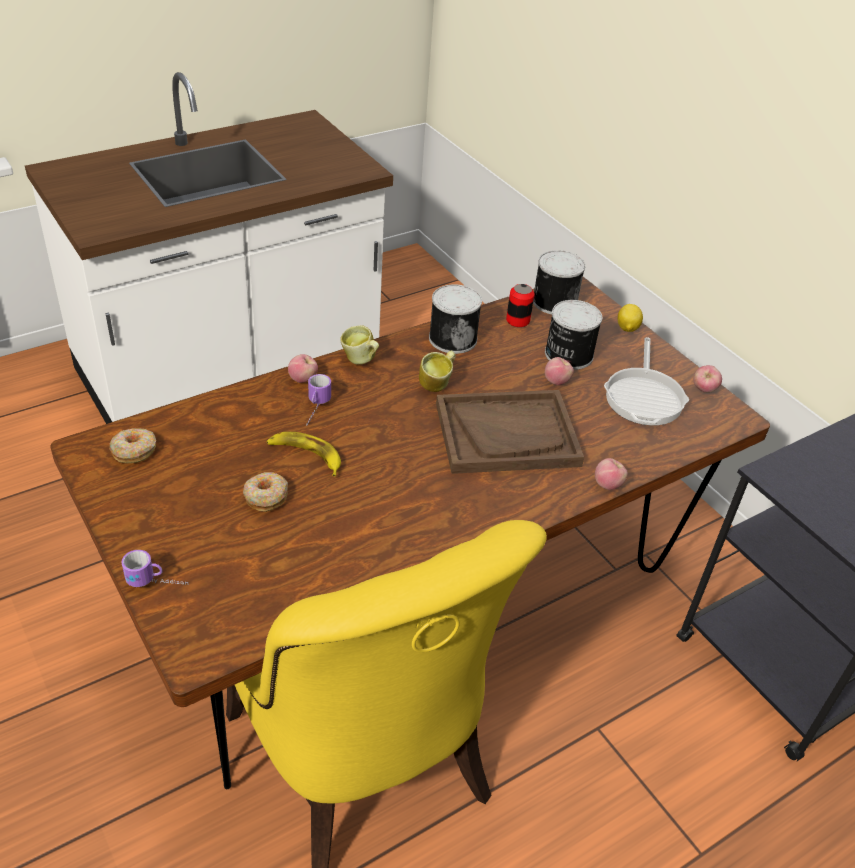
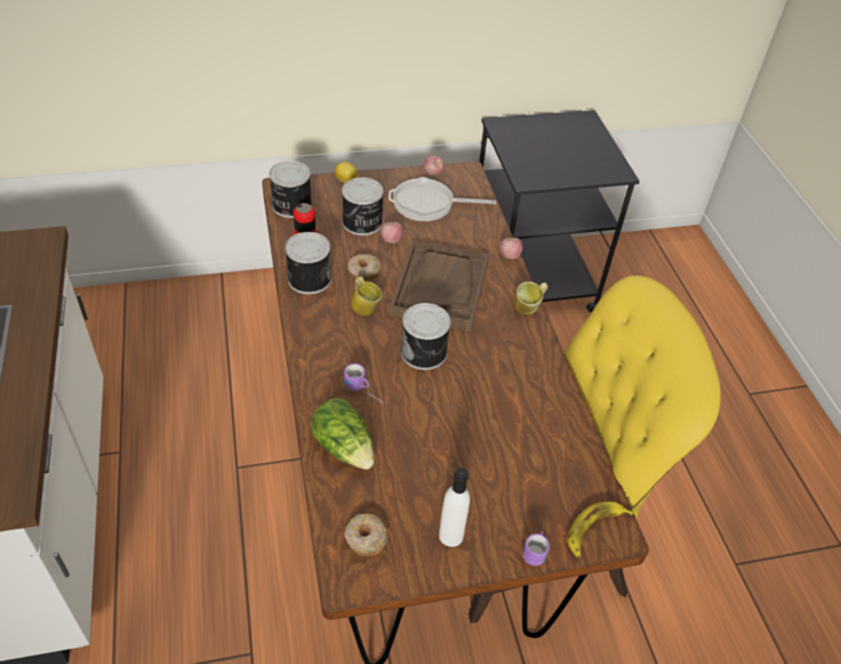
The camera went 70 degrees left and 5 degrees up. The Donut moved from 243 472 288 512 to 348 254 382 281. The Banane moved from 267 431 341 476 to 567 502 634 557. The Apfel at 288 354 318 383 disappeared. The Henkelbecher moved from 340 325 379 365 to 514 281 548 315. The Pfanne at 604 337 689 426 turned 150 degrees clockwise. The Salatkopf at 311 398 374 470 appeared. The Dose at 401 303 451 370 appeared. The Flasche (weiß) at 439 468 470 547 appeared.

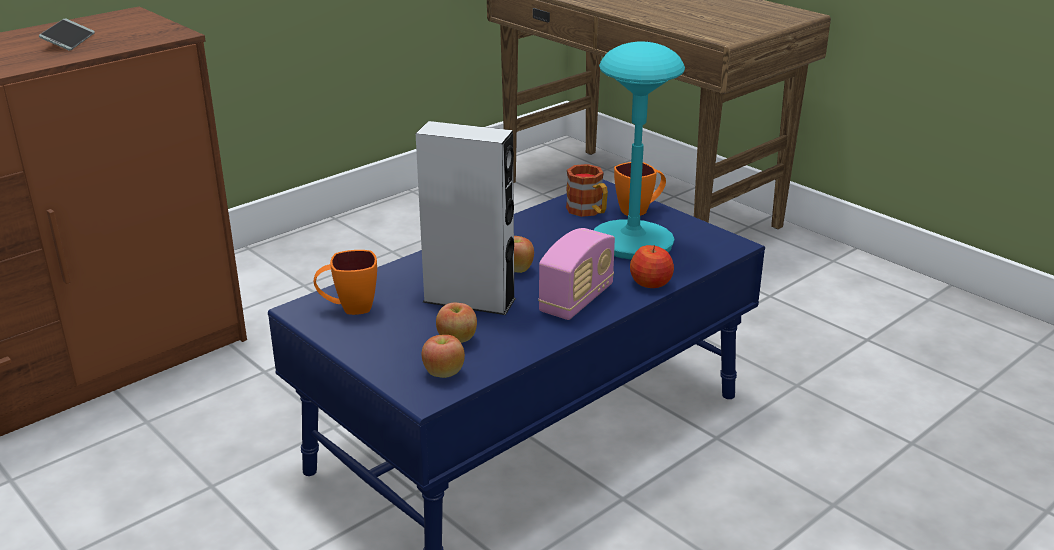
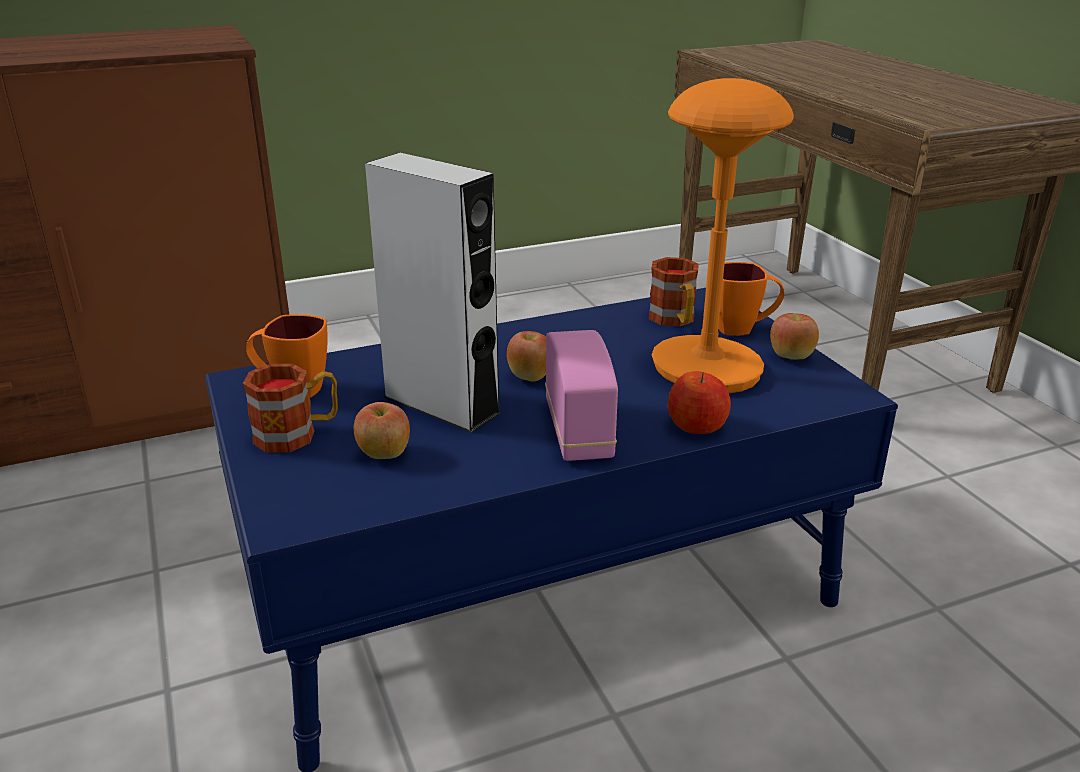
The camera went 20 degrees right and 0 degrees up. The Handy at 39 18 95 51 disappeared. The Apfel moved from 422 335 465 378 to 770 313 819 360. The Radio at 538 228 615 320 turned 60 degrees counterclockwise. The Tischlampe (türkis) at 594 42 685 260 became the Tischlampe (orange) at 652 78 794 393. The Henkelbecher at 243 364 338 453 appeared.

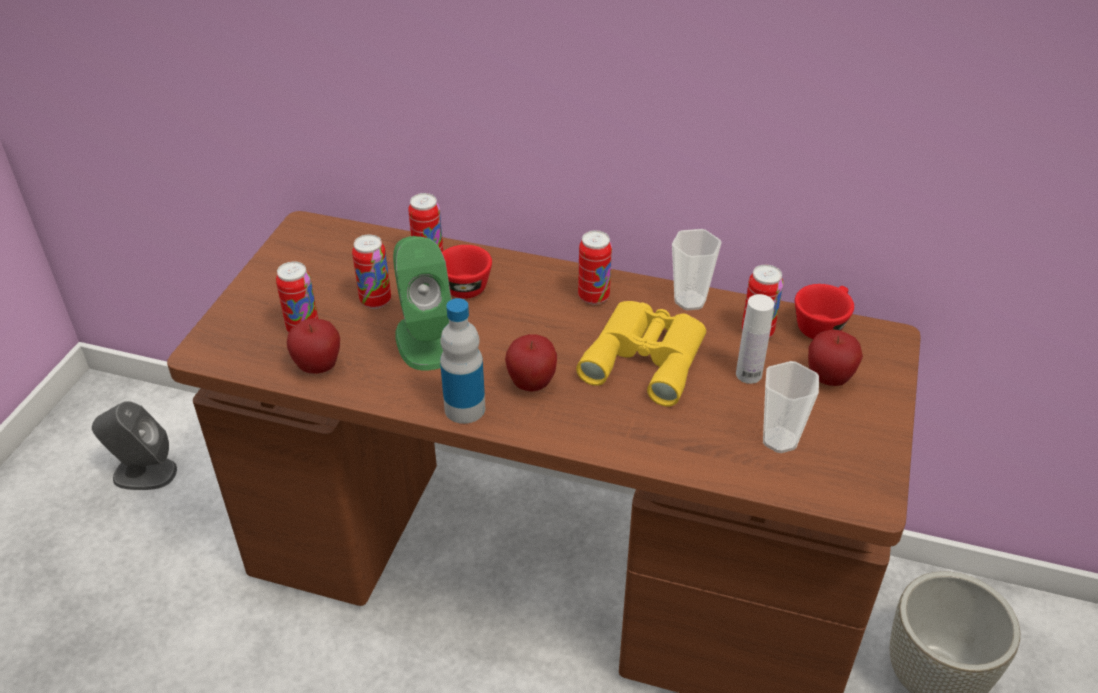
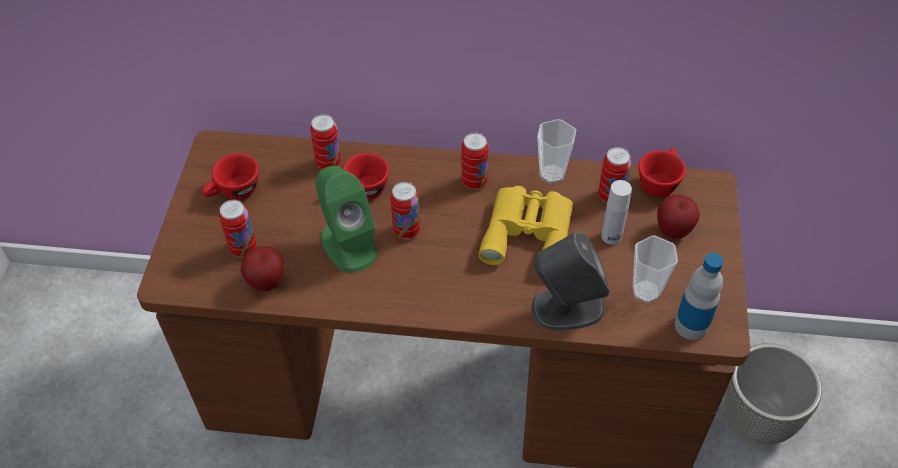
The camera went 10 degrees left and 10 degrees up. The Lautsprecher (grau) moved from 92 401 177 490 to 532 232 610 331. The Dose moved from 352 234 391 309 to 390 182 420 239. The Flasche moved from 440 298 485 424 to 675 253 723 340. The Apfel at 505 334 557 392 disappeared. The Tasse (rot) at 202 153 259 200 appeared.

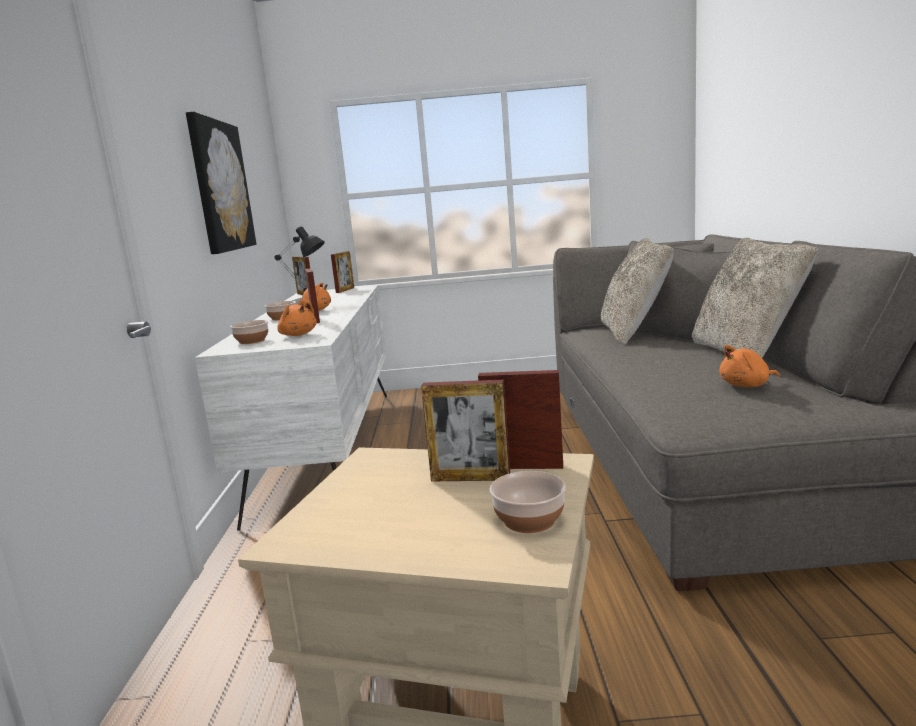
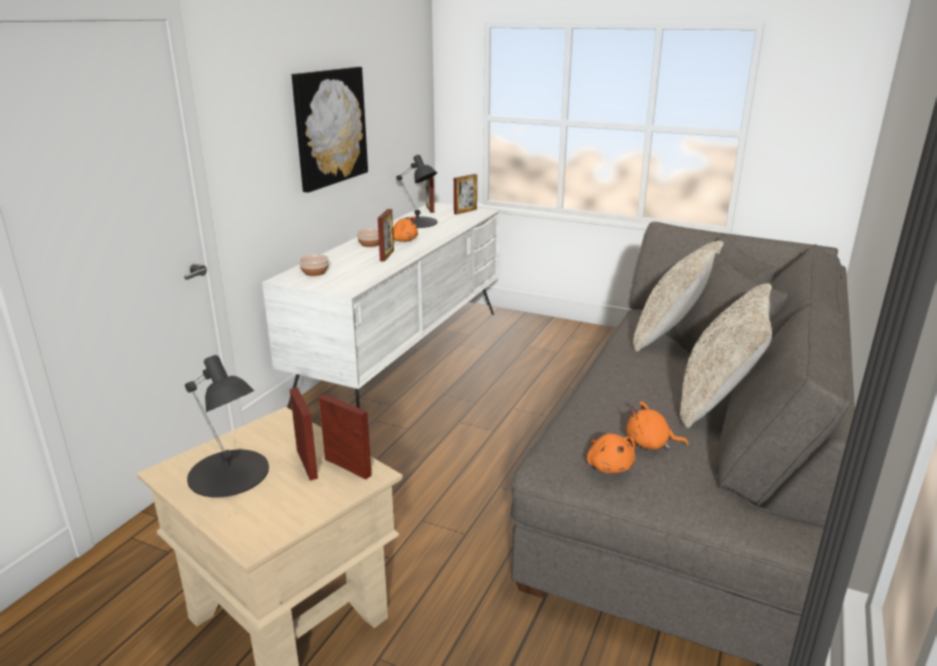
The camera went 25 degrees right and 10 degrees up. The Plüschtier (orange) moved from 277 302 317 336 to 587 434 635 473. The Bilderrahmen at 421 379 510 481 turned 150 degrees counterclockwise. The Schüssel at 490 471 566 533 disappeared. The Tischlampe (schwarz) at 185 355 269 497 appeared.

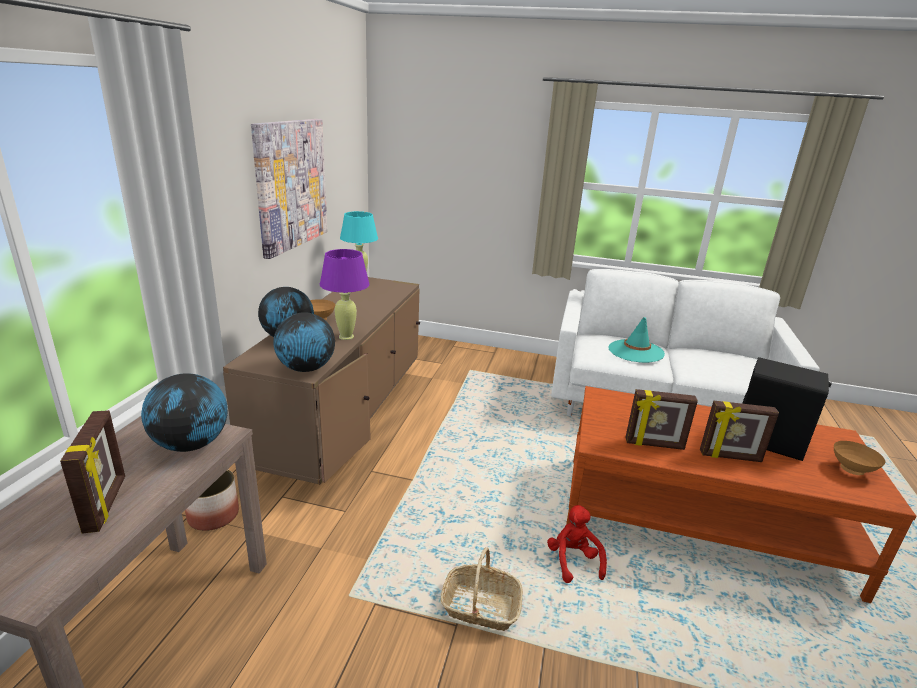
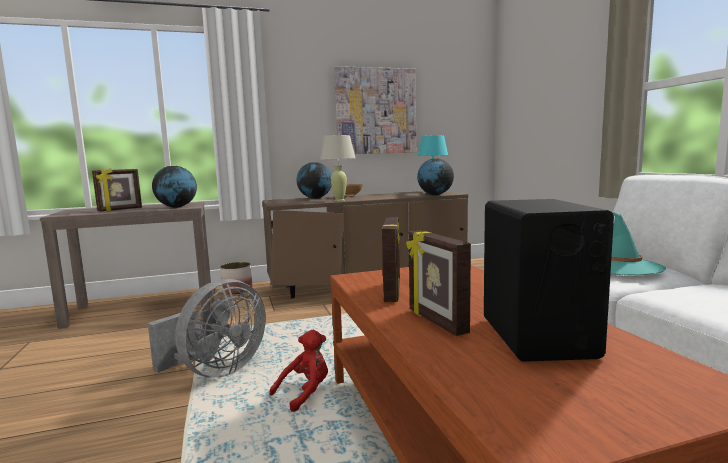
The camera went 60 degrees right and 15 degrees down. The Globus moved from 273 312 335 372 to 417 159 454 195. The Tischlampe (lila) at 320 249 370 340 became the Tischlampe (beige) at 320 135 355 201. The Korb at 441 547 523 631 was replaced by the Ventilator (grau) at 148 279 266 378. The Bilderrahmen at 625 389 698 450 turned 150 degrees counterclockwise. The Schüssel (braun) at 834 441 885 475 disappeared.

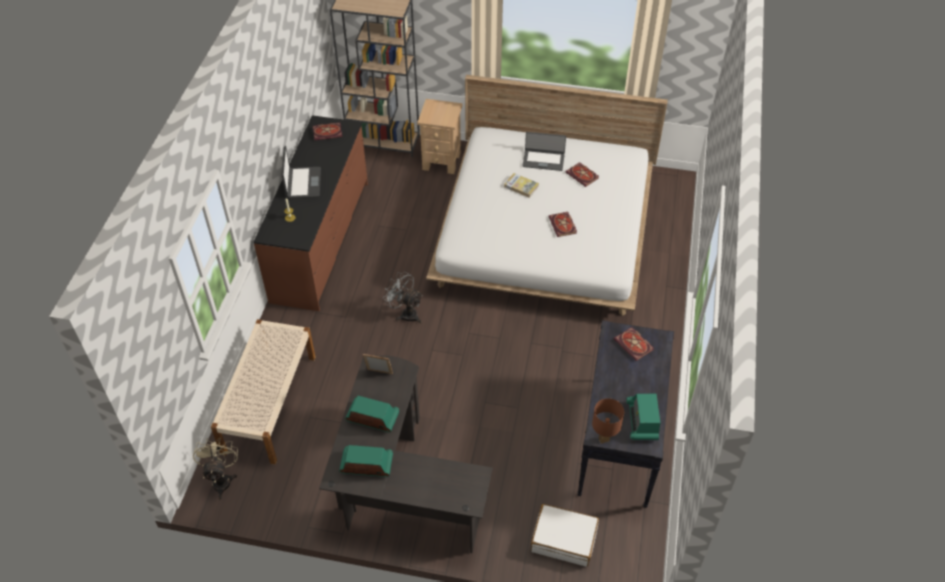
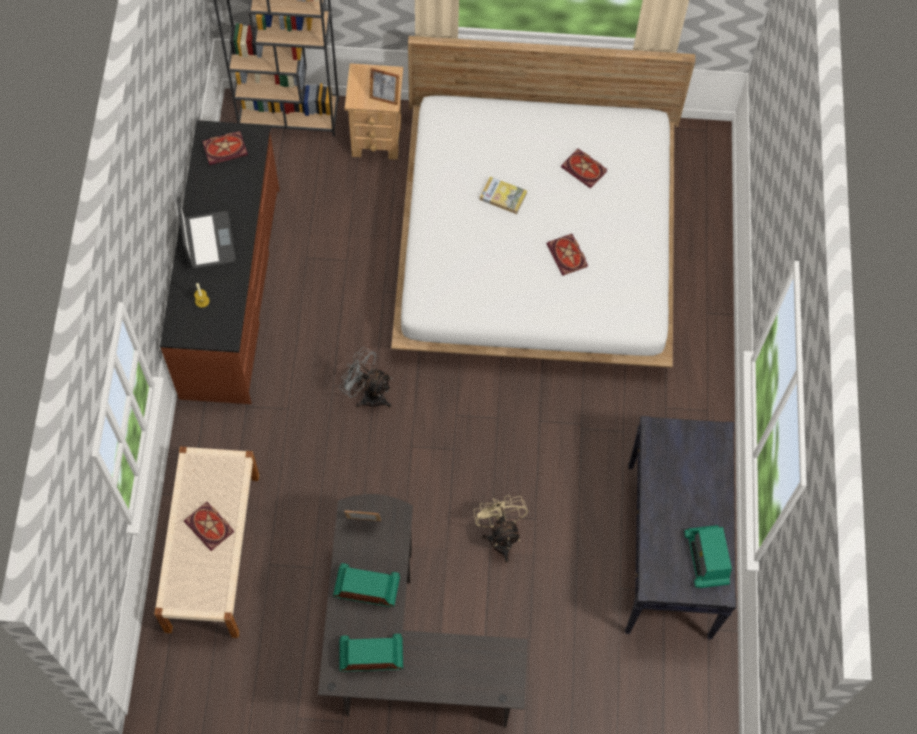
The camera went 10 degrees left and 15 degrees up. The Ventilator (beige) moved from 193 438 238 499 to 473 495 528 562. The Laptop at 522 132 566 171 disappeared. The Koffer (weiß) at 531 504 599 567 disappeared. The Tischlampe (braun) at 592 398 624 444 disappeared. The Buch moved from 614 327 654 361 to 184 502 234 551. The Bilderrahmen at 369 67 400 105 appeared.

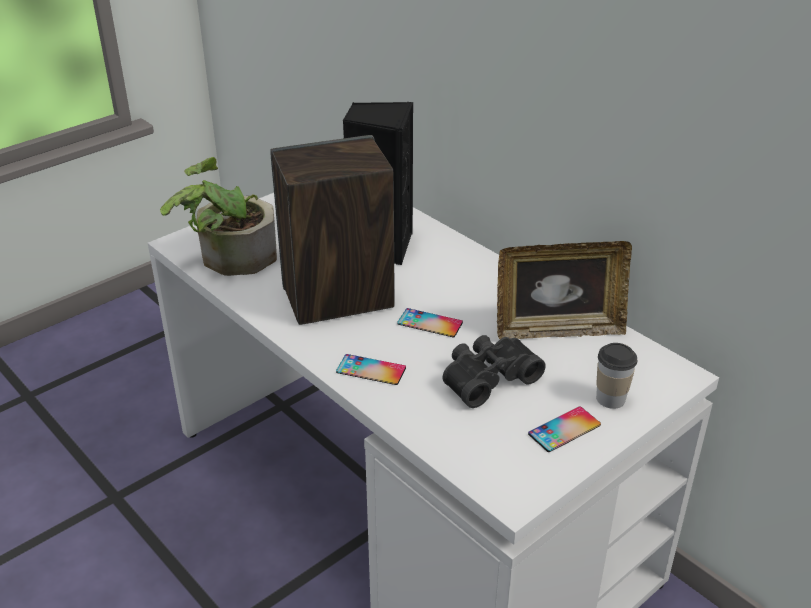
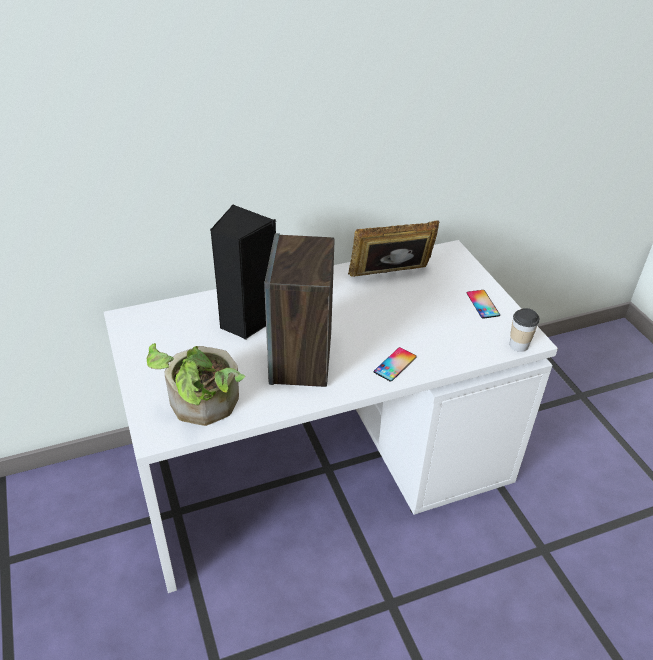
The camera went 70 degrees left and 5 degrees up. The Handy at 397 308 463 337 disappeared. The Fernglas (schwarz) at 442 335 546 408 disappeared. The Bilderrahmen at 497 241 632 339 turned 120 degrees counterclockwise. The Tasse moved from 596 343 637 409 to 509 308 539 352.

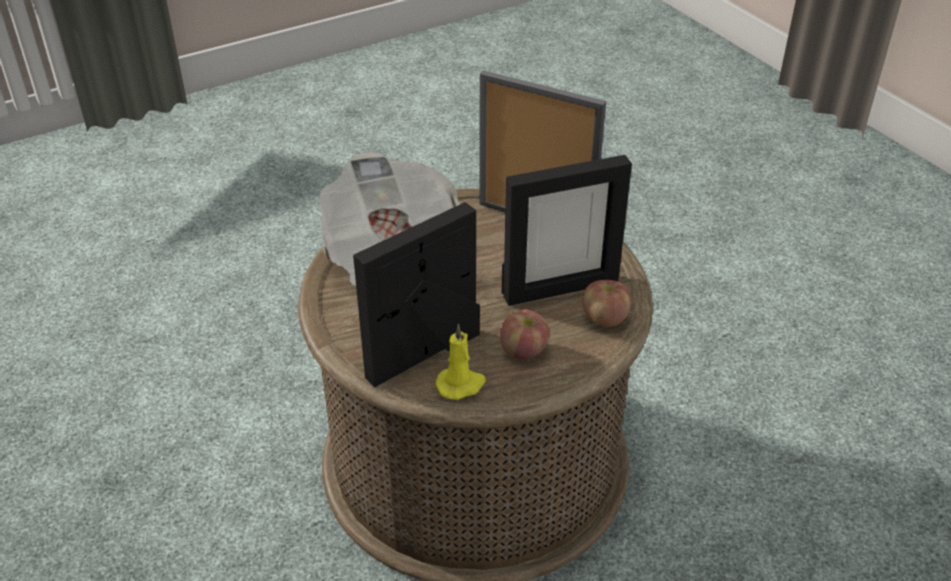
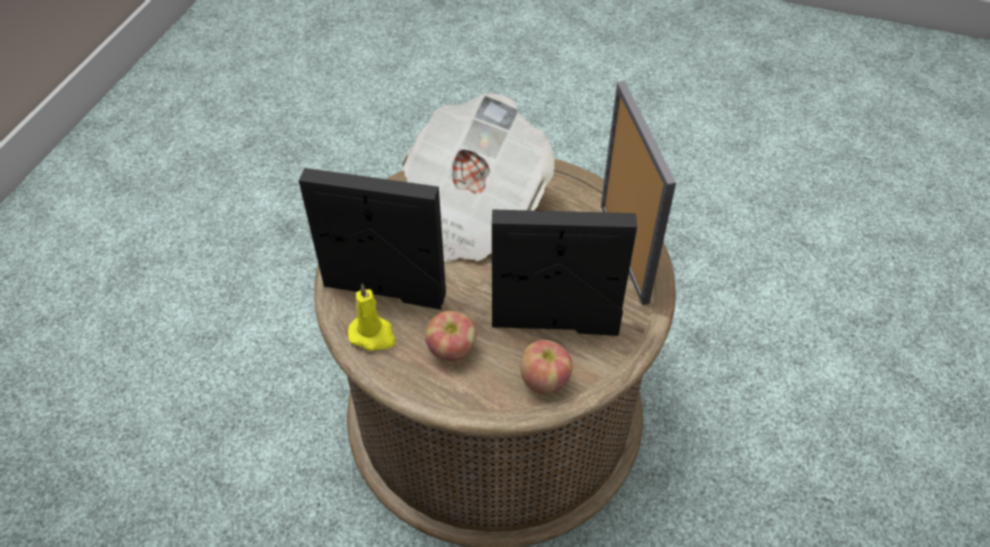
The camera went 50 degrees right and 10 degrees up. The Bilderrahmen at 502 155 632 306 turned 150 degrees clockwise.

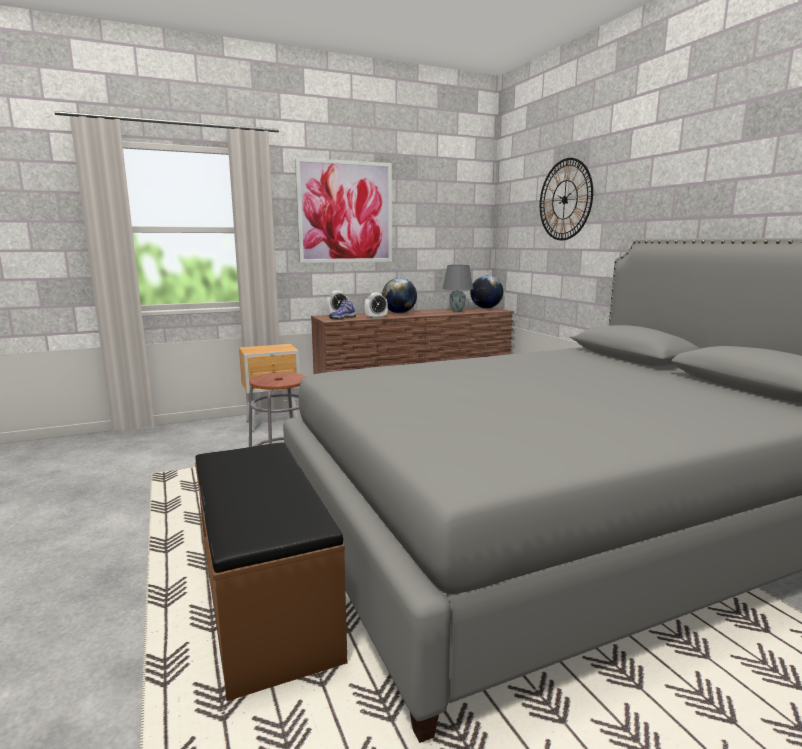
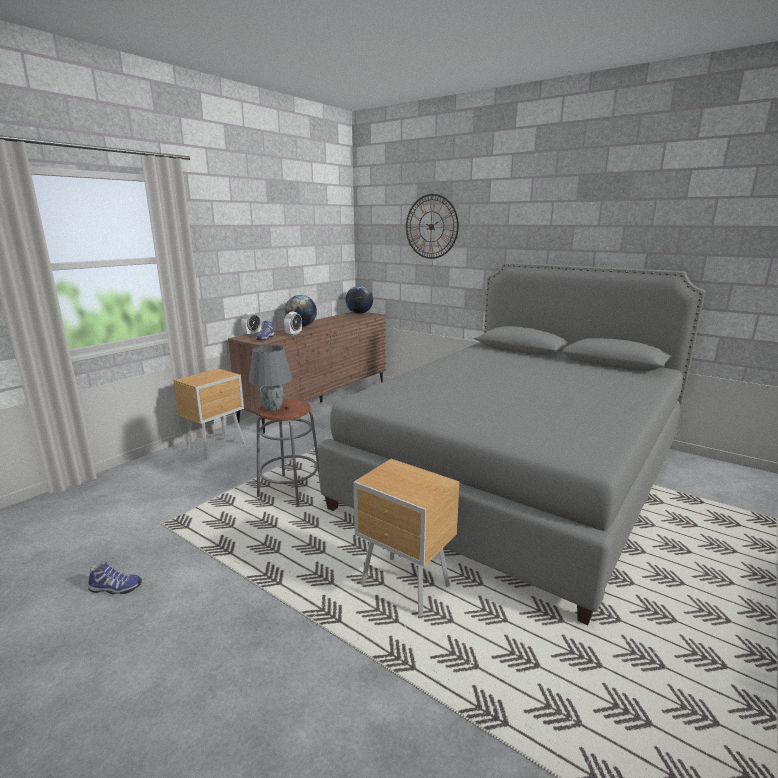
The camera went 30 degrees left and 5 degrees up. The Bank (braun) at 195 442 347 701 was replaced by the Nachttisch (braun) at 353 459 460 617. The Bild at 295 157 392 263 disappeared. The Tischlampe (grau) moved from 443 265 473 312 to 249 345 292 411. The Schuh at 88 562 142 594 appeared.

